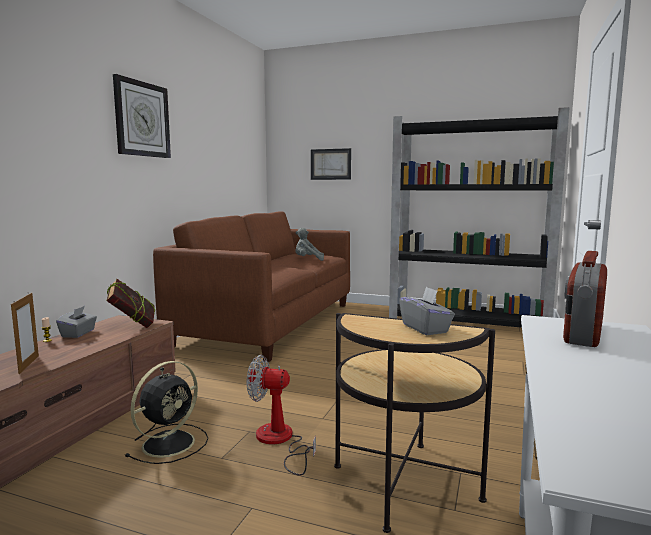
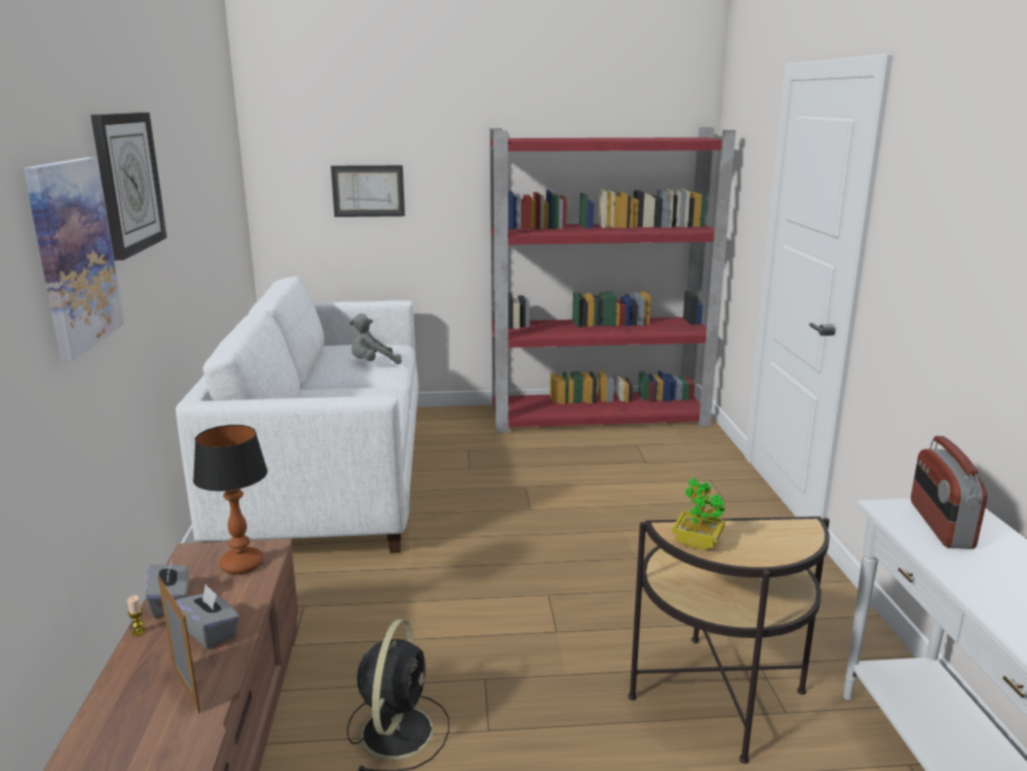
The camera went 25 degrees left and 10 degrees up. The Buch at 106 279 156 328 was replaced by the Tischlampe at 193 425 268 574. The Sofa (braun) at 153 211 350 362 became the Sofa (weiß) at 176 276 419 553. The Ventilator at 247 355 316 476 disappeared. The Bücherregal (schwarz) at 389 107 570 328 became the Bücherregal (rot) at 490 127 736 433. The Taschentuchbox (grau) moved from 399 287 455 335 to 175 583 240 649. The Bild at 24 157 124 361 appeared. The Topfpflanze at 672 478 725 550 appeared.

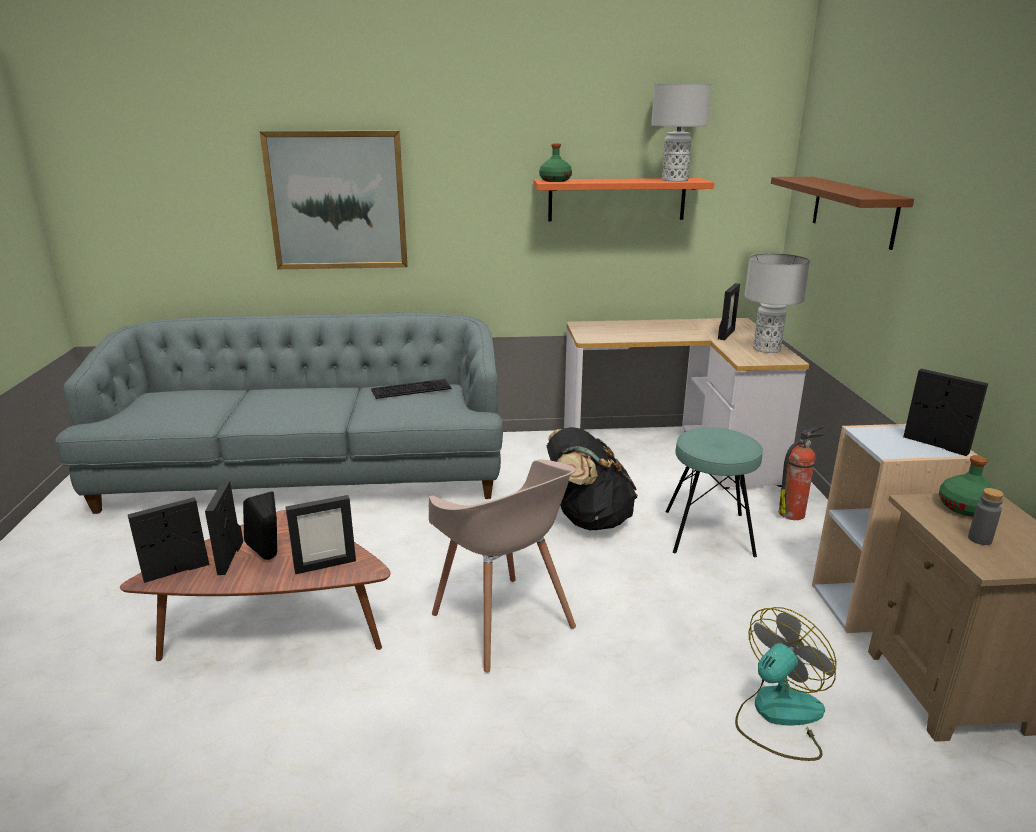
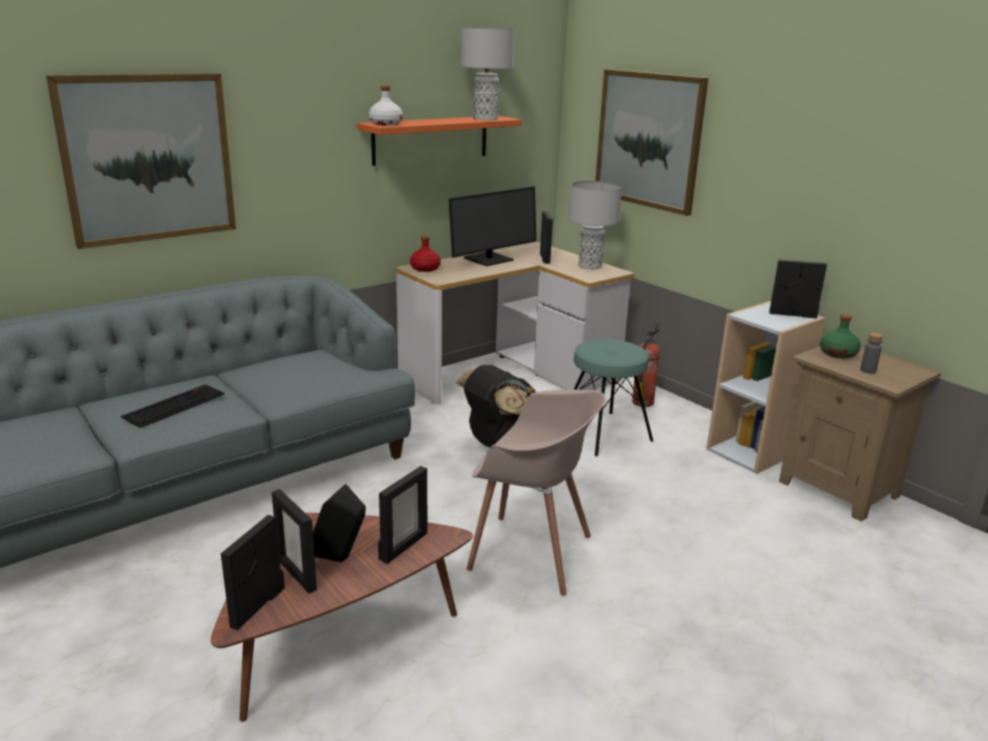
The camera went 35 degrees left and 0 degrees up. The Tastatur moved from 371 379 452 399 to 121 384 225 428. The Flasche (grün) at 539 143 572 182 became the Flasche (weiß) at 369 86 403 125. The Ventilator at 735 607 836 761 disappeared. The Wandregal (braun) at 771 177 914 250 was replaced by the Bild at 595 69 708 216. The Flasche (rot) at 410 236 441 272 appeared. The Monitor at 449 186 536 266 appeared.

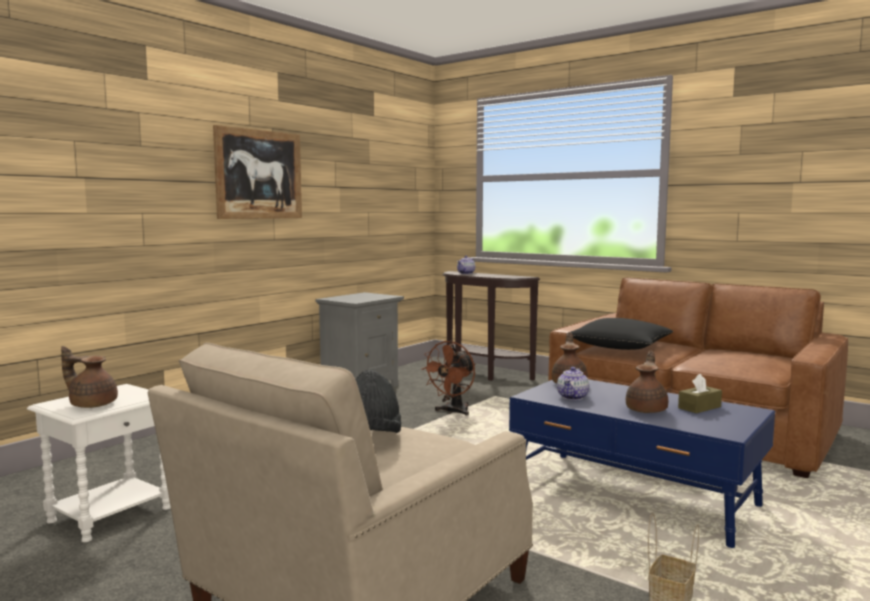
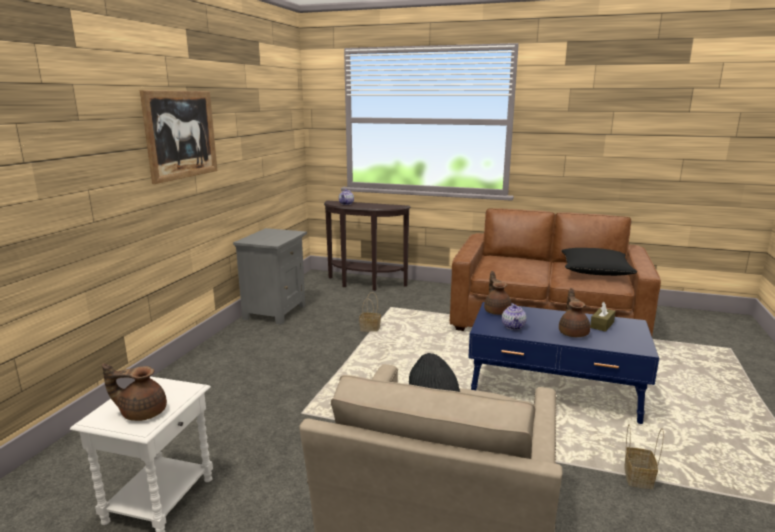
The camera went 20 degrees left and 10 degrees up. The Ventilator (braun) at 421 341 476 415 was replaced by the Korb at 359 292 381 332. The Kissen (schwarz) moved from 566 318 673 350 to 562 248 637 276.

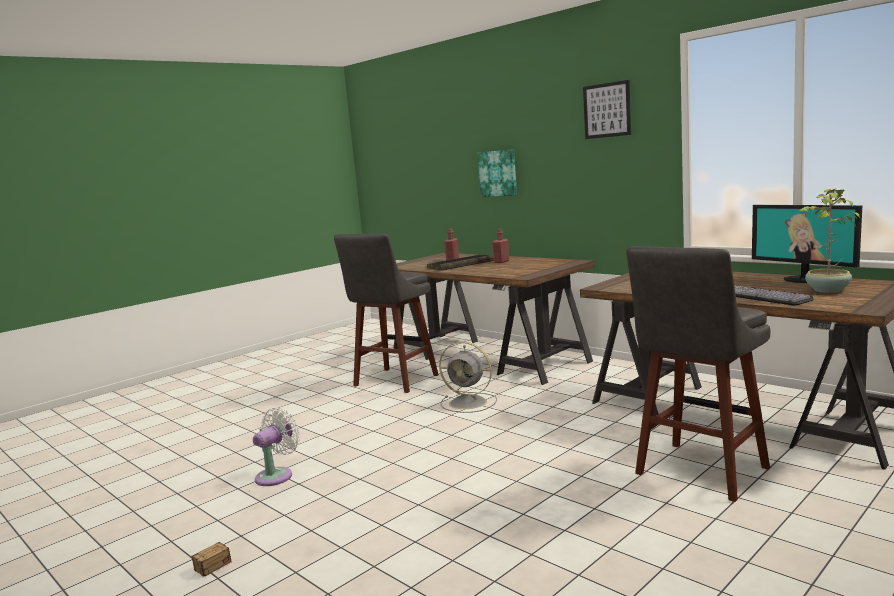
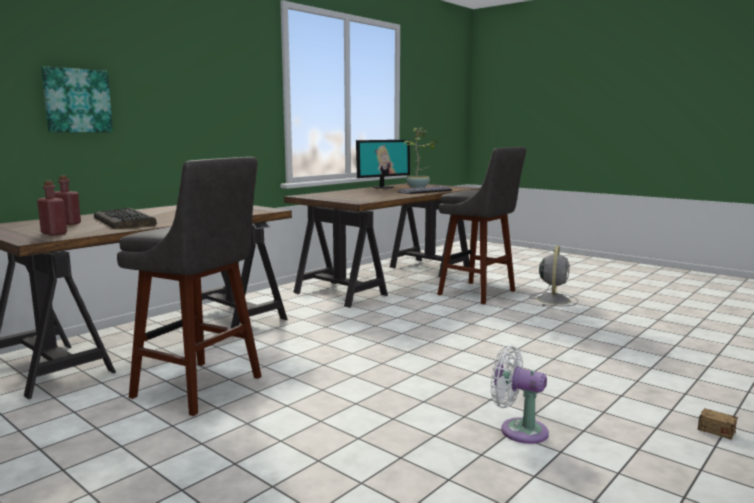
The camera went 95 degrees left and 0 degrees up. The Ventilator (grau) moved from 439 342 497 413 to 530 246 578 306. The Flasche (rot) moved from 492 229 509 263 to 37 181 67 236. The Bild at 583 80 631 139 disappeared.

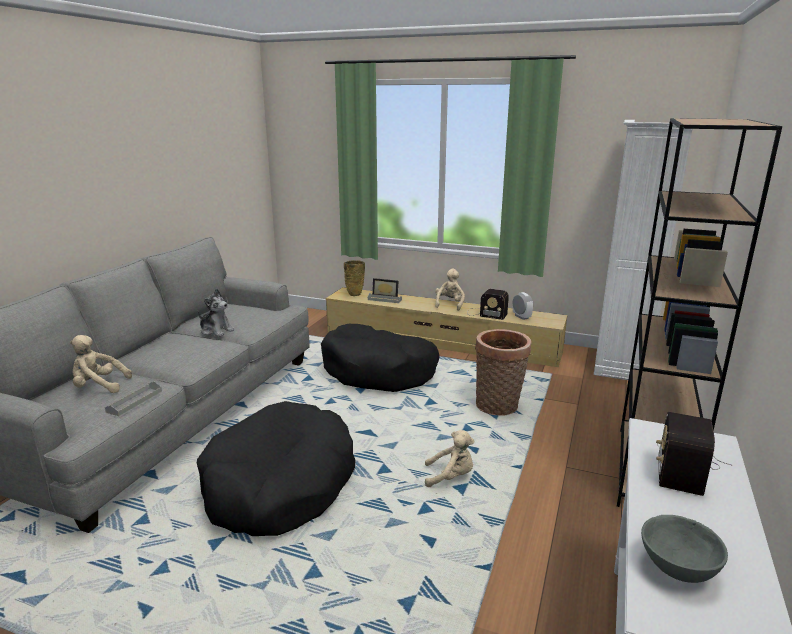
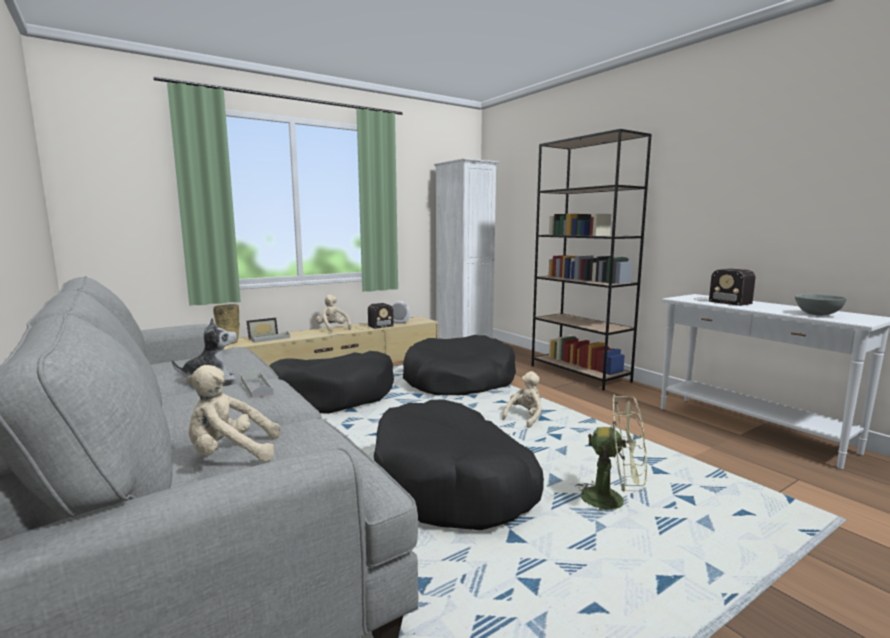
The camera went 55 degrees left and 10 degrees down. The Plüschtier (beige) at 70 335 132 393 turned 45 degrees clockwise. The Tablett (grau) moved from 105 381 162 416 to 241 369 274 398. The Korb at 475 329 531 416 was replaced by the Hundebett (schwarz) at 403 335 516 395. The Ventilator (grün) at 576 394 647 511 appeared.

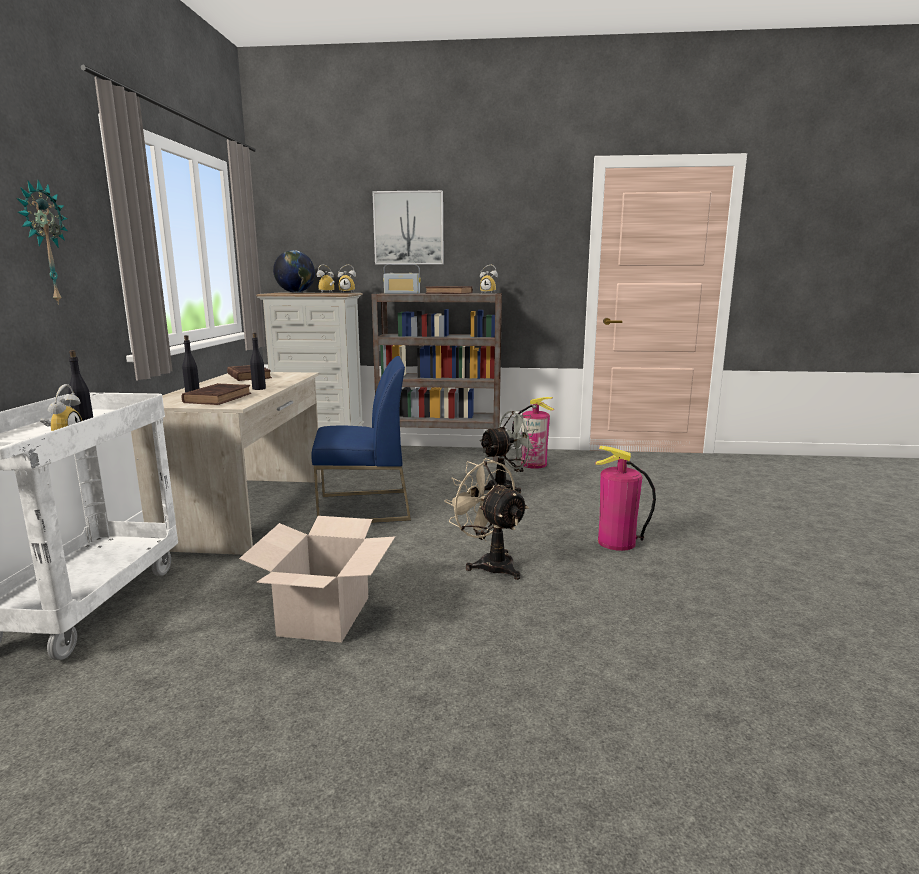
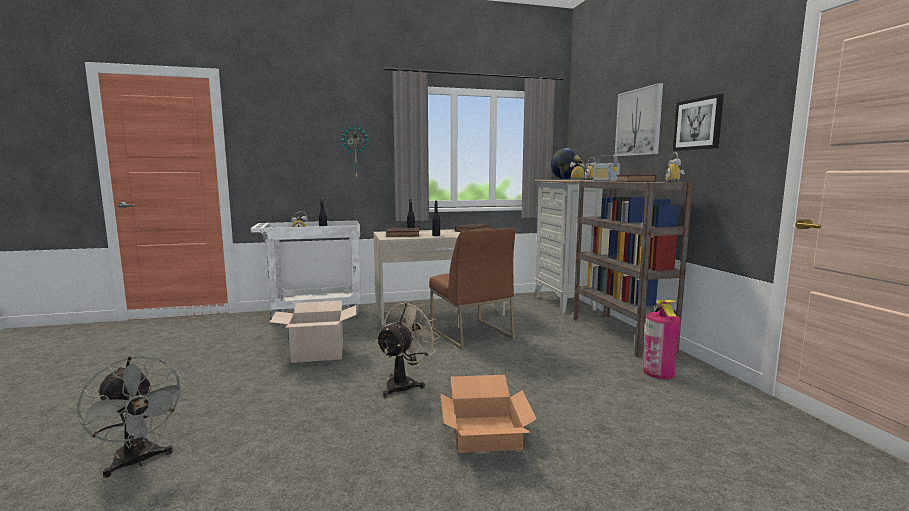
The camera went 70 degrees right and 5 degrees down. The Stuhl (blau) at 311 356 411 523 became the Stuhl (braun) at 429 228 516 350. The Ventilator (grau) moved from 479 410 540 493 to 77 356 185 478. The Feuerlöscher at 595 446 656 551 was replaced by the Karton at 440 375 537 453. The Bild at 673 94 724 151 appeared.

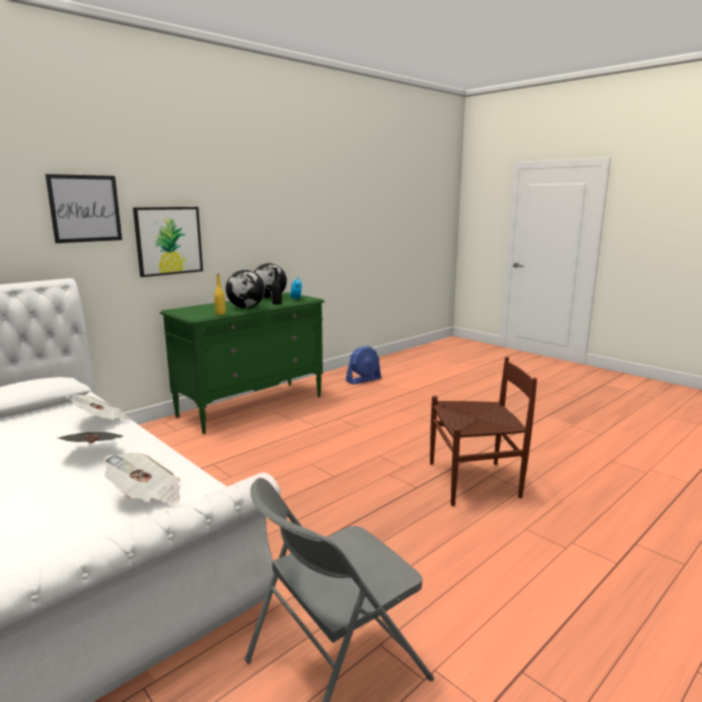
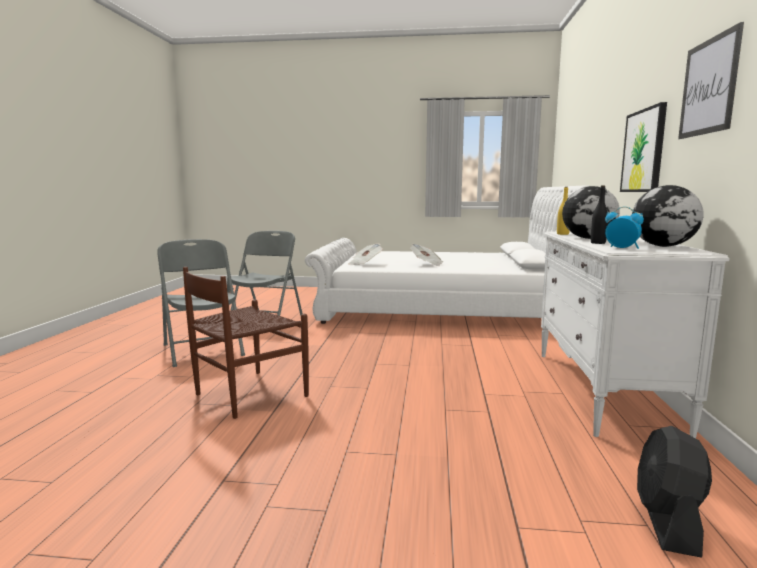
The camera went 140 degrees right and 5 degrees down. The Bild moved from 45 174 122 243 to 678 22 744 139. The Zeitung at 66 395 132 420 disappeared. The Kommode (grün) at 160 292 325 434 became the Kommode (weiß) at 541 232 730 438. The Ventilator (blau) at 346 346 381 385 became the Ventilator (schwarz) at 637 426 712 557. The Stuhl (grau) at 157 239 245 367 appeared.

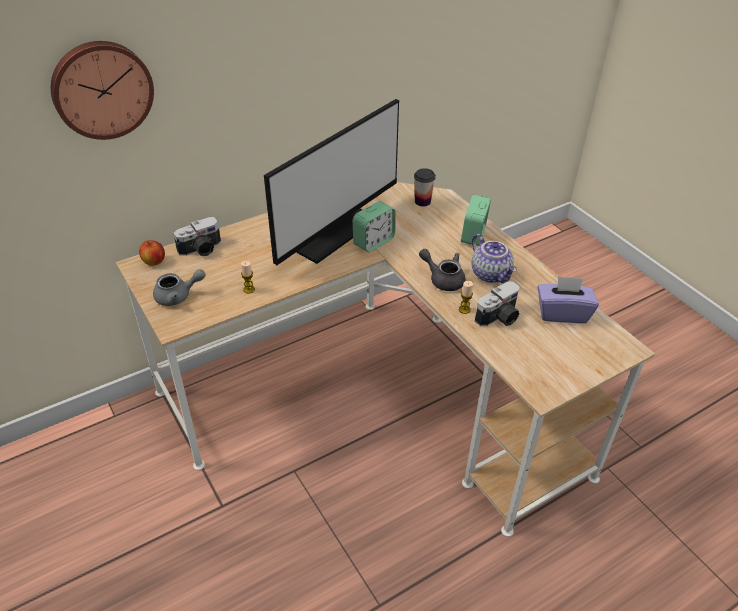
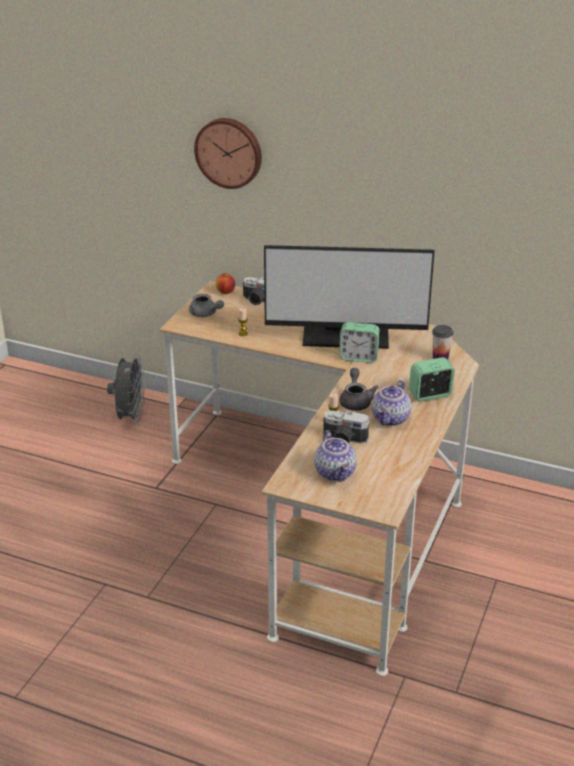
The camera went 55 degrees right and 10 degrees down. The Taschentuchbox (lila) at 537 276 599 323 disappeared. The Ventilator (grau) at 107 354 146 424 appeared. The Teekanne at 314 430 357 482 appeared.

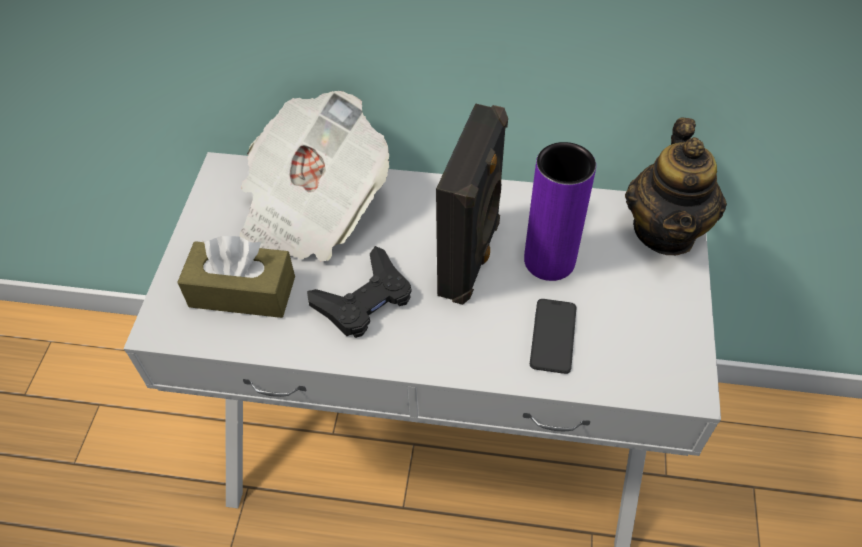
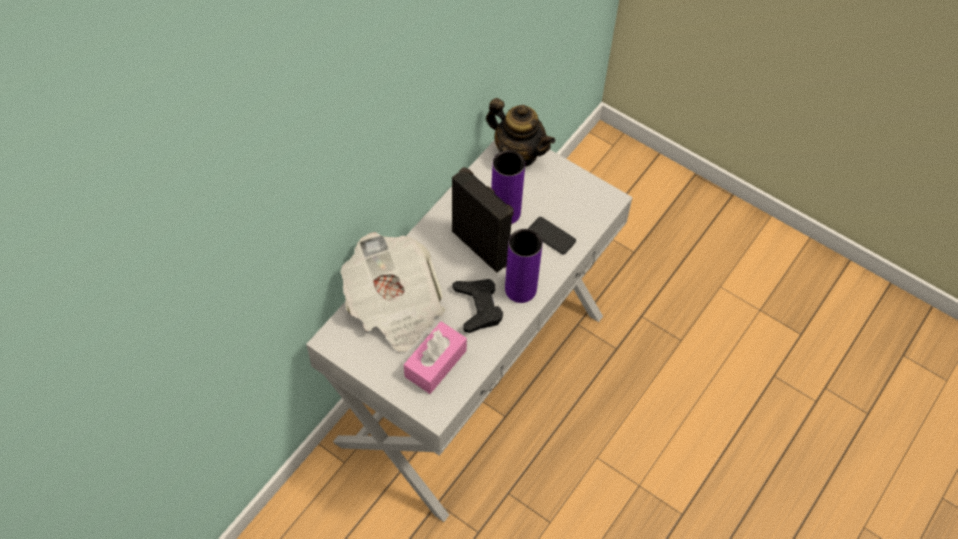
The camera went 65 degrees left and 5 degrees up. The Taschentuchbox (braun) at 177 236 295 318 became the Taschentuchbox (rosa) at 404 321 467 394. The Vase (lila) at 505 229 543 303 appeared.

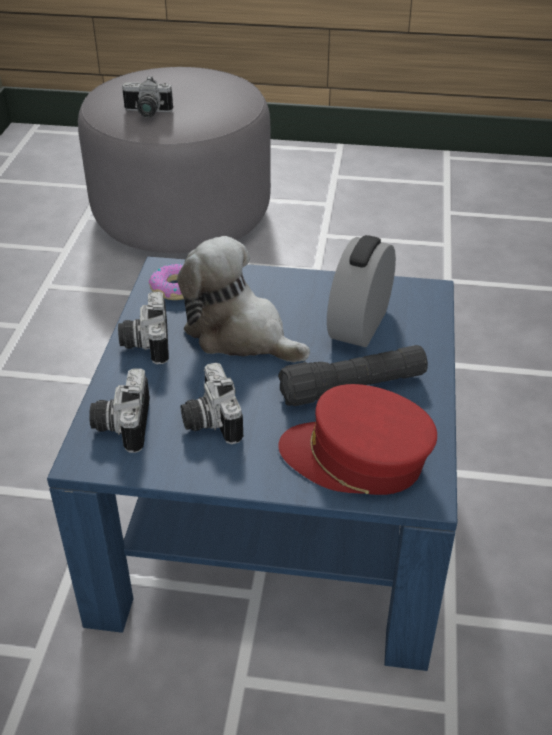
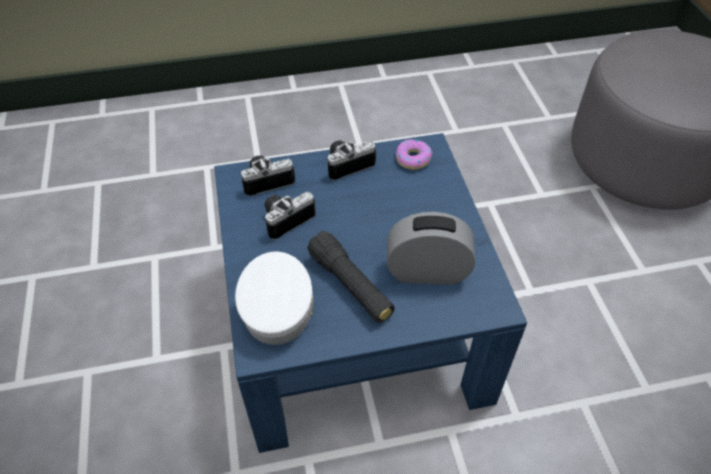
The camera went 70 degrees right and 10 degrees up. The Kamera at 122 76 173 117 disappeared. The Plüschtier at 177 236 310 363 disappeared. The Kappe (rot) at 278 384 437 495 became the Kappe (weiß) at 235 252 313 345.

